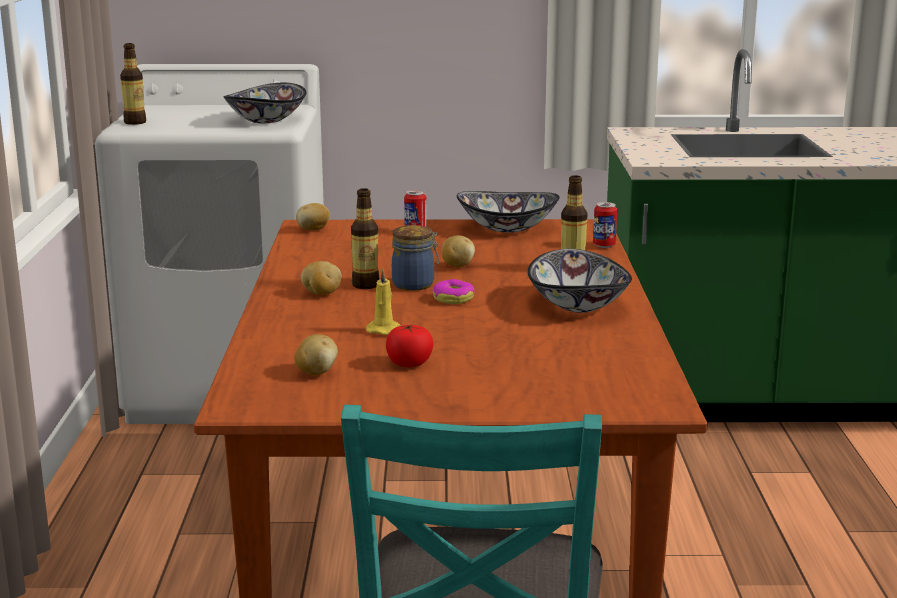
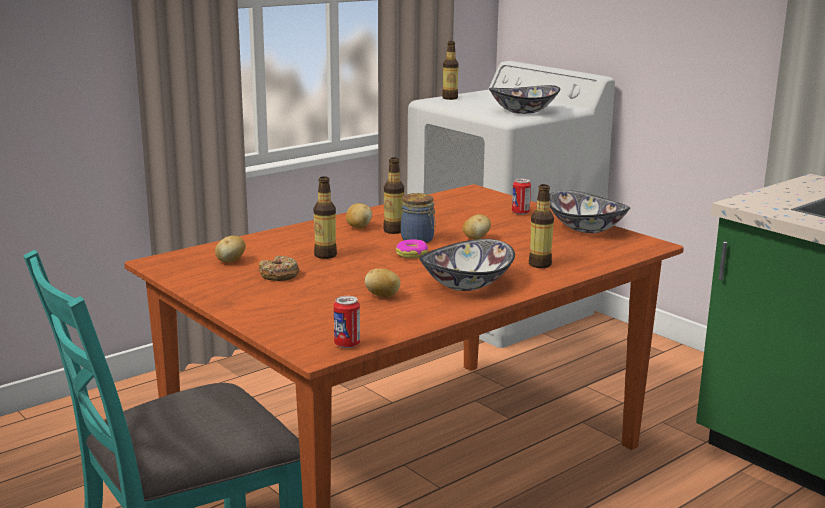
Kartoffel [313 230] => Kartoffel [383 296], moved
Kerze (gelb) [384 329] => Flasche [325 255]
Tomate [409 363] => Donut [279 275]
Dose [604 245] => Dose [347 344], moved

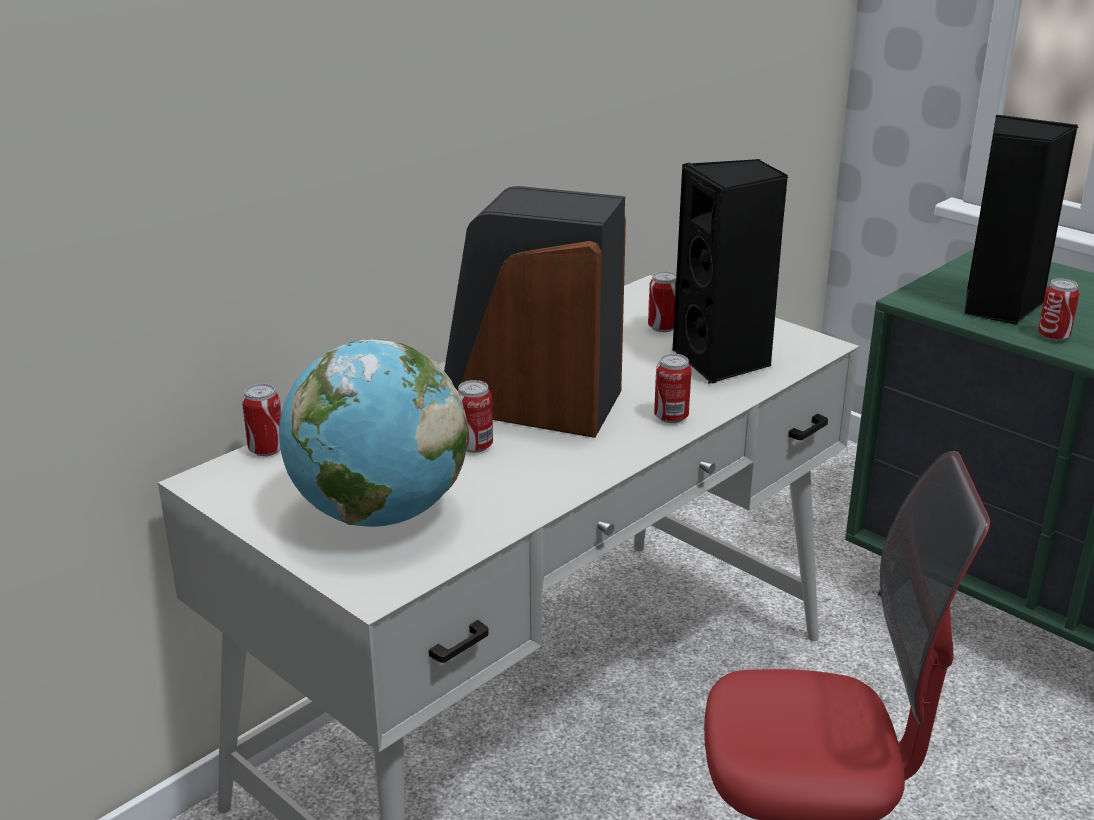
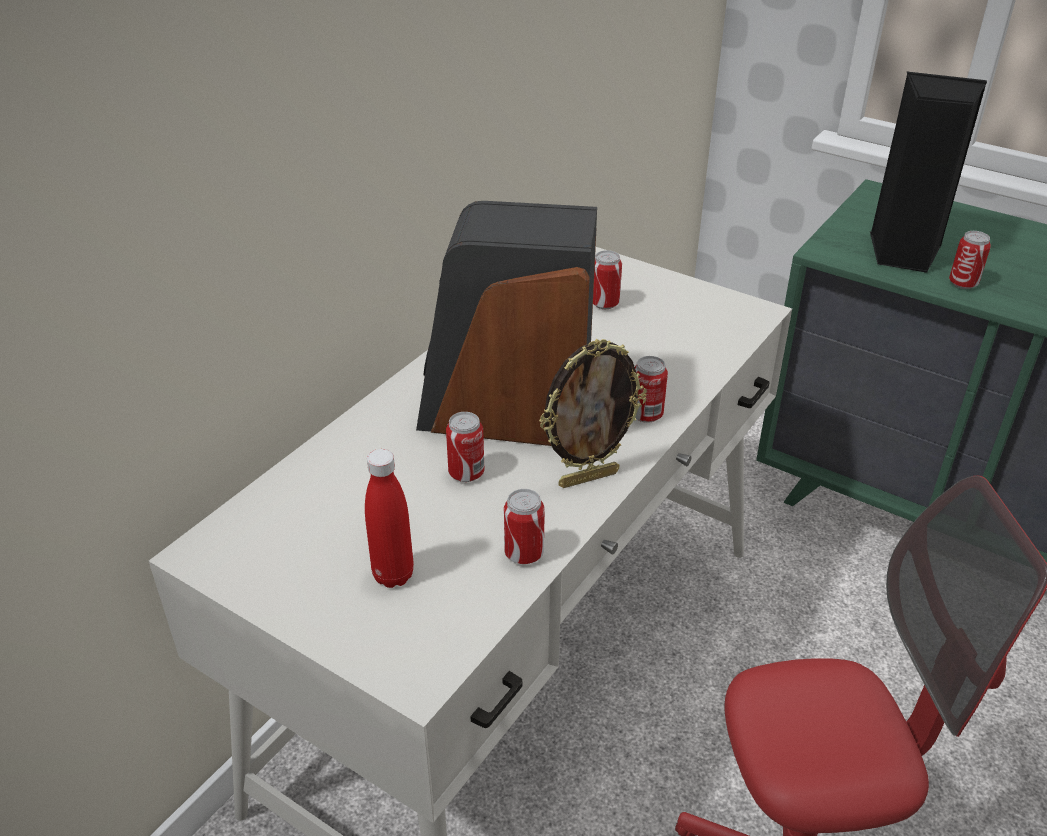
Dose [266 449] => Dose [524 553], moved
Globus [378 514] => Flasche (rot) [393 575]
Lautsprecher (schwarz) [723 361] => nothing
nothing => Bilderrahmen [588 478]

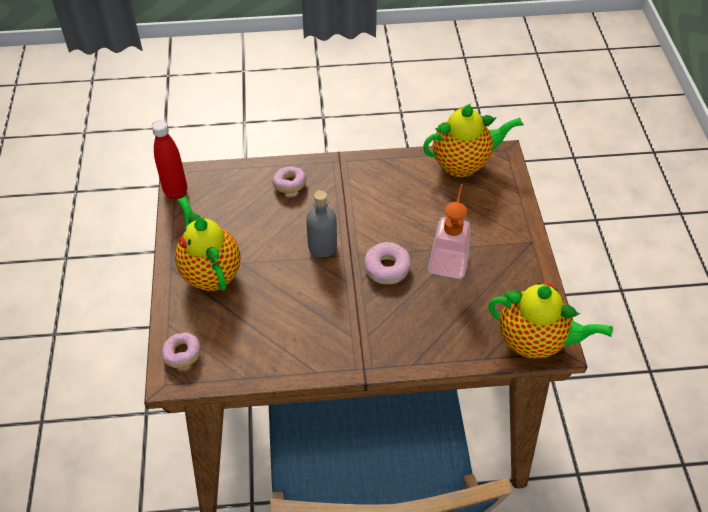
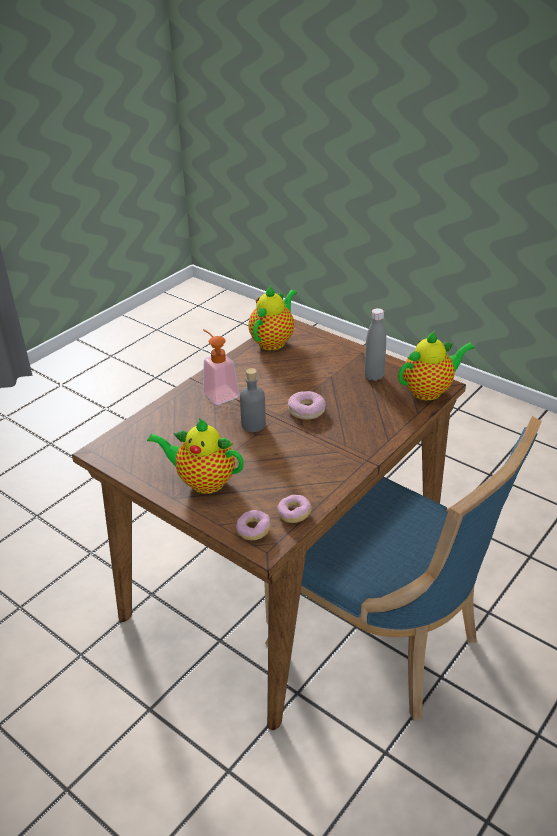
Flasche (rot) [176 192] => nothing
Donut [290 185] => Donut [294 514], moved
Seifenspender [449 257] => Seifenspender [218 392], moved
nothing => Flasche (grau) [374 376]

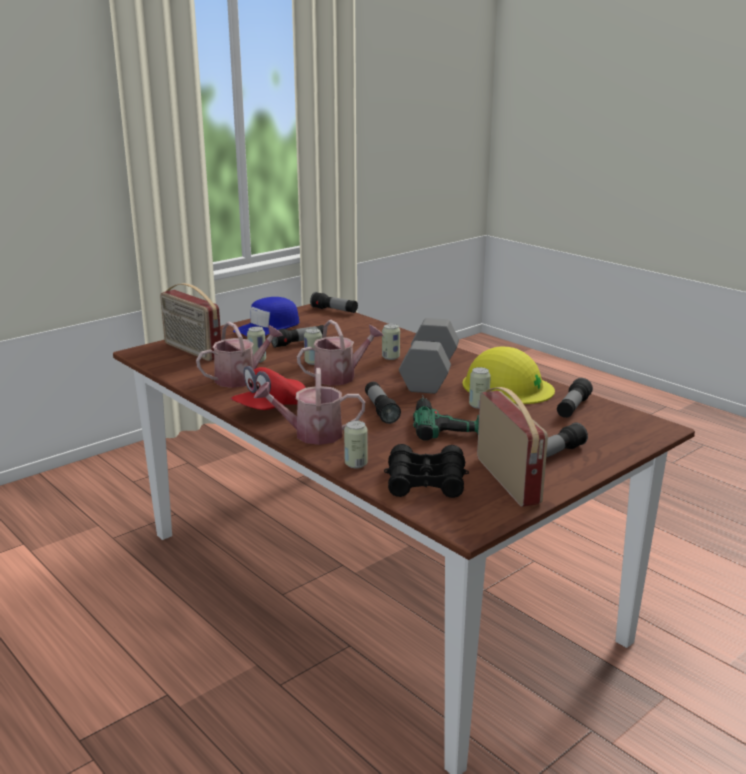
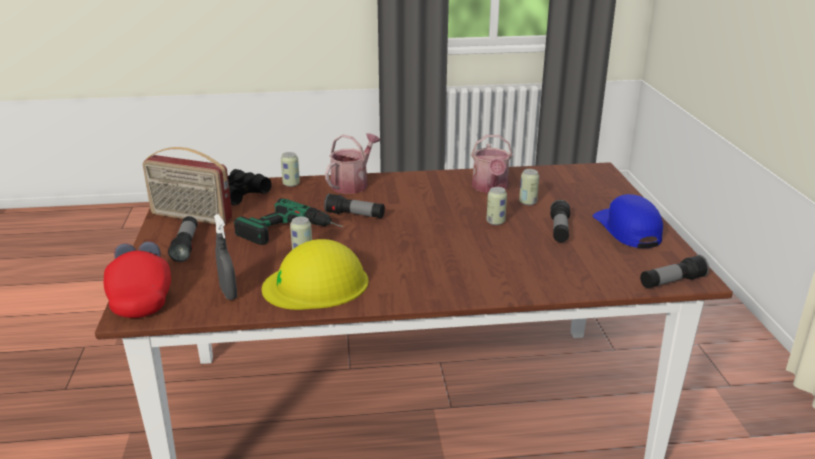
Radio [192 351] => nothing
Kappe (rot) [270 409] => Kappe (rot) [142 297], moved
Gießkanne [340 376] => nothing
Dose [390 357] => nothing
Hantel (grau) [431 375] => nothing
Taschenlampe [572 408] => Sprühflasche (grau) [228 293]

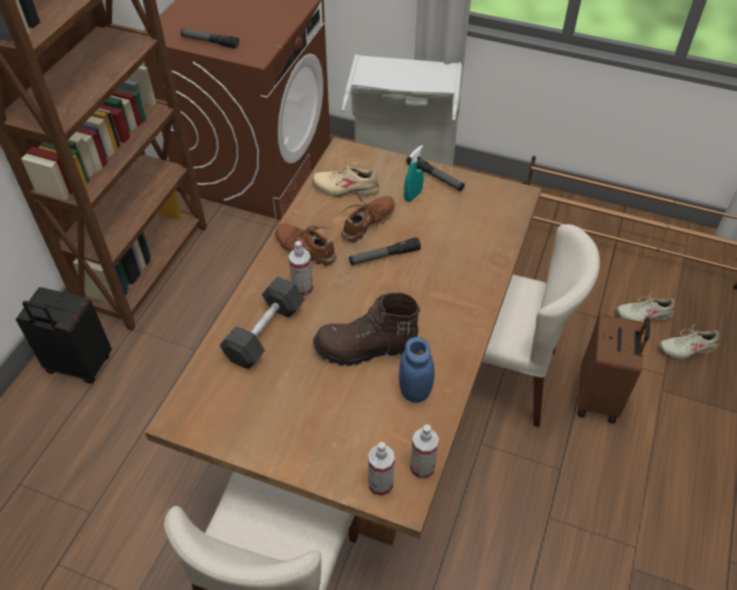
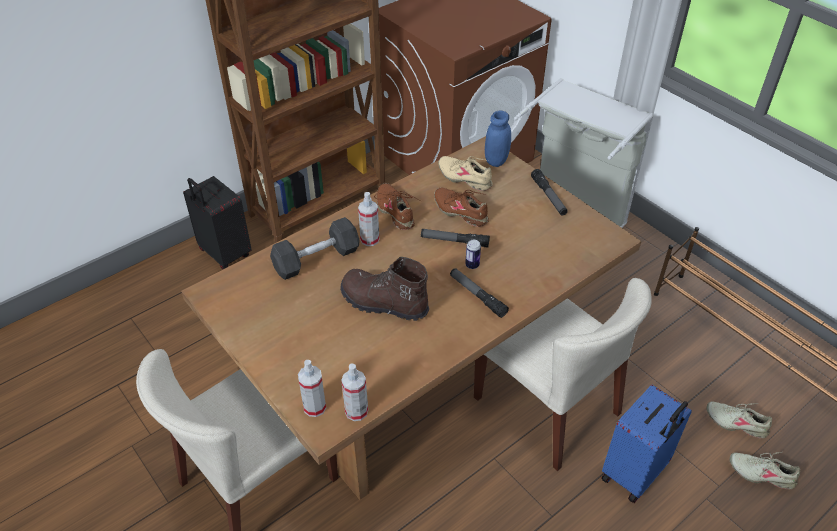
Taschenlampe [210 42] => Taschenlampe [477 296], moved
Schuh (braun) [368 224] => Schuh (braun) [461 212], 120 degrees counterclockwise
Vorratsglas (blau) [414 391] => Vorratsglas (blau) [496 160], moved
Sprühflasche (türkis) [413 196] => nothing
Koffer (braun) [599 397] => Koffer (blau) [635 474]
nothing => Dose [472 265]

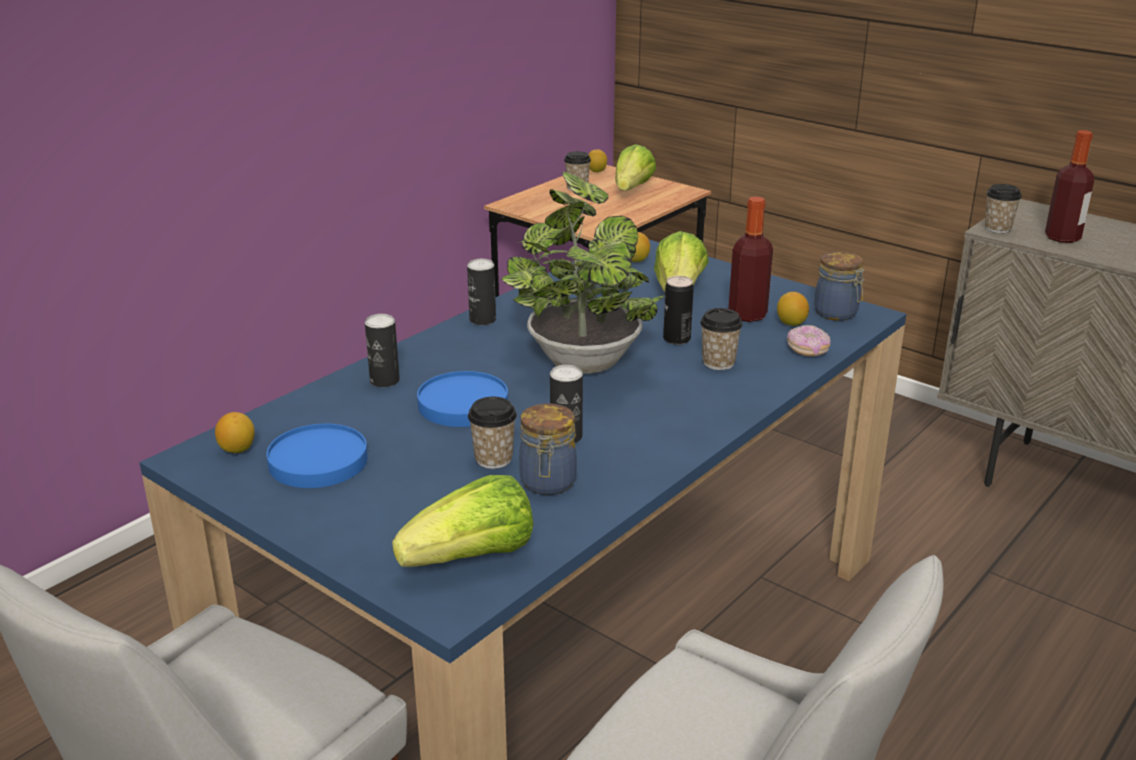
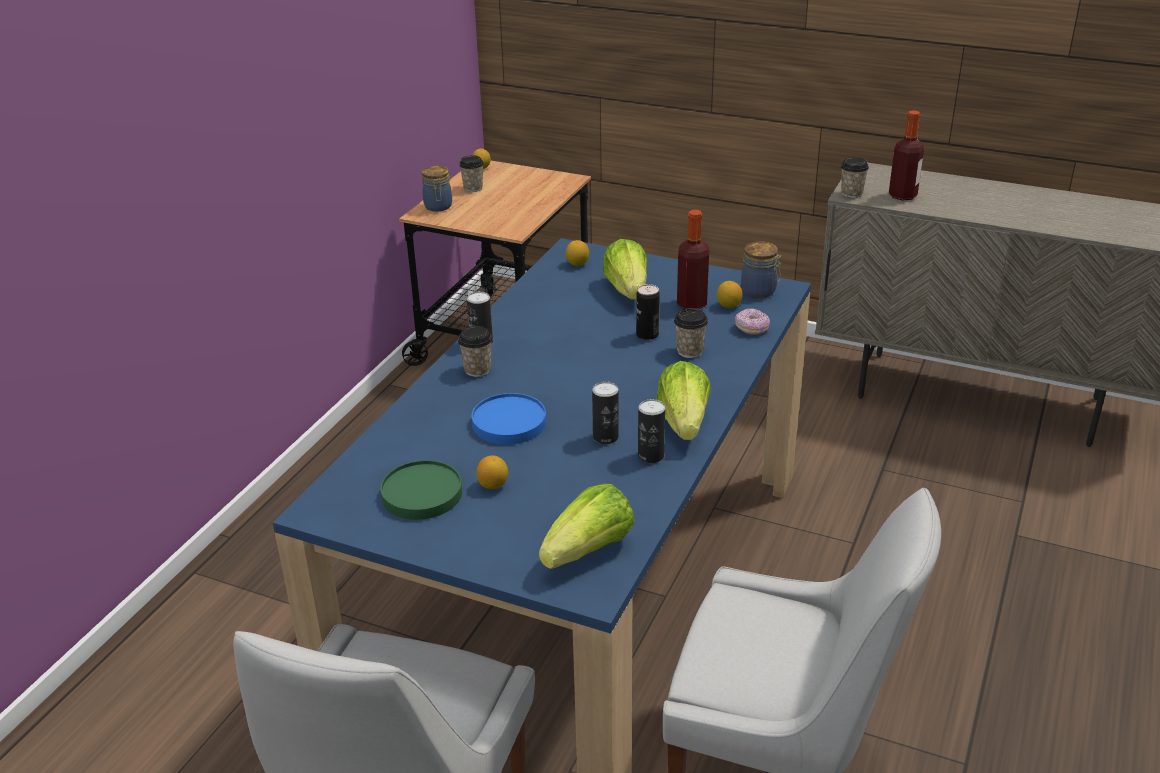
Zitrone [237 449] => Zitrone [493 485], moved
Teller (blau) [318 461] => Teller (grün) [421 493]
Dose [384 381] => Dose [651 456], moved
Tasse [493 459] => Tasse [477 370], moved
Topfpflanze [582 358] => nothing
Vorratsglas [547 483] => Vorratsglas [438 207], moved
Salatkopf [632 189] => Salatkopf [684 422], moved

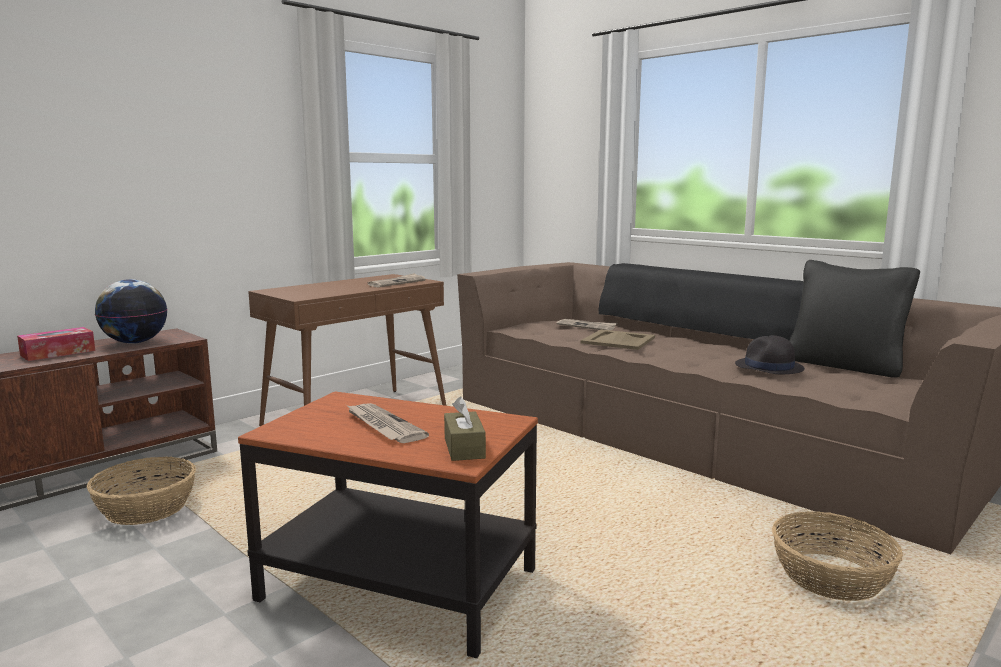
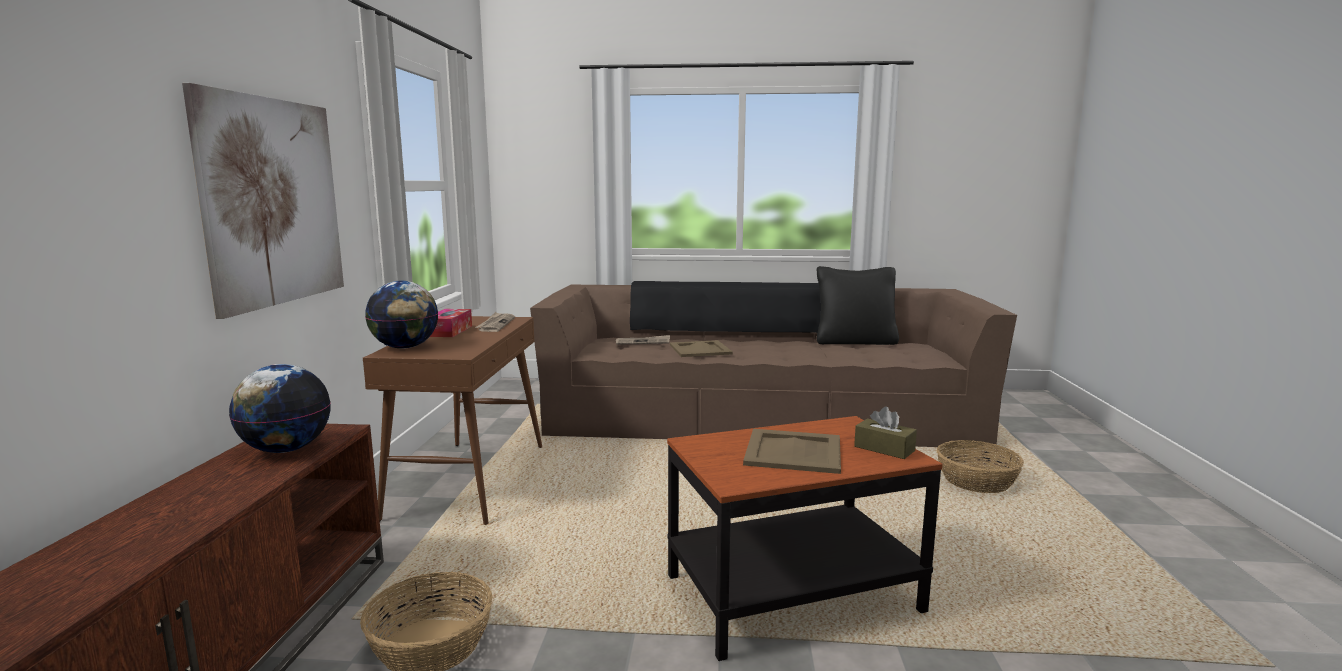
Taschentuchbox [58 353] => Taschentuchbox [449 331], moved
Zeitung [383 426] => Tablett (beige) [792 452]
Hut (schwarz) [769 367] => nothing
nothing => Bild [273 202]
nothing => Globus [405 347]

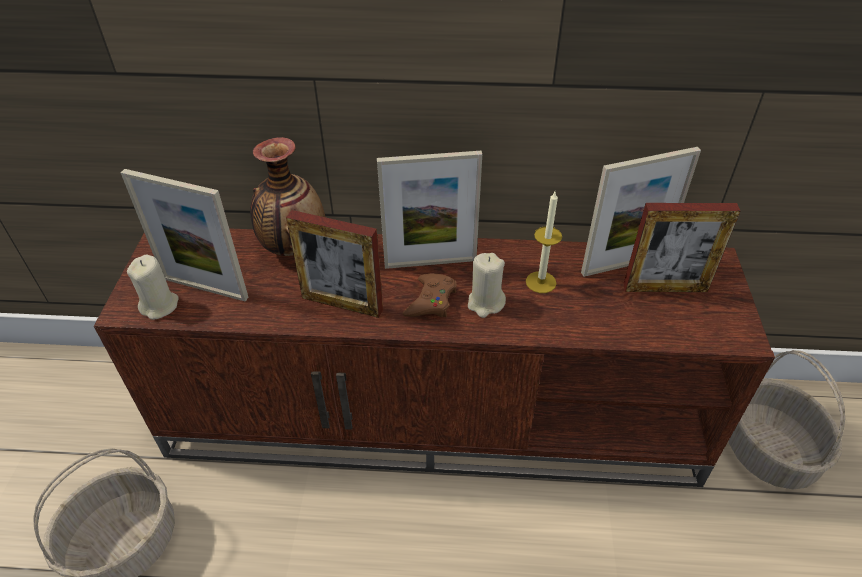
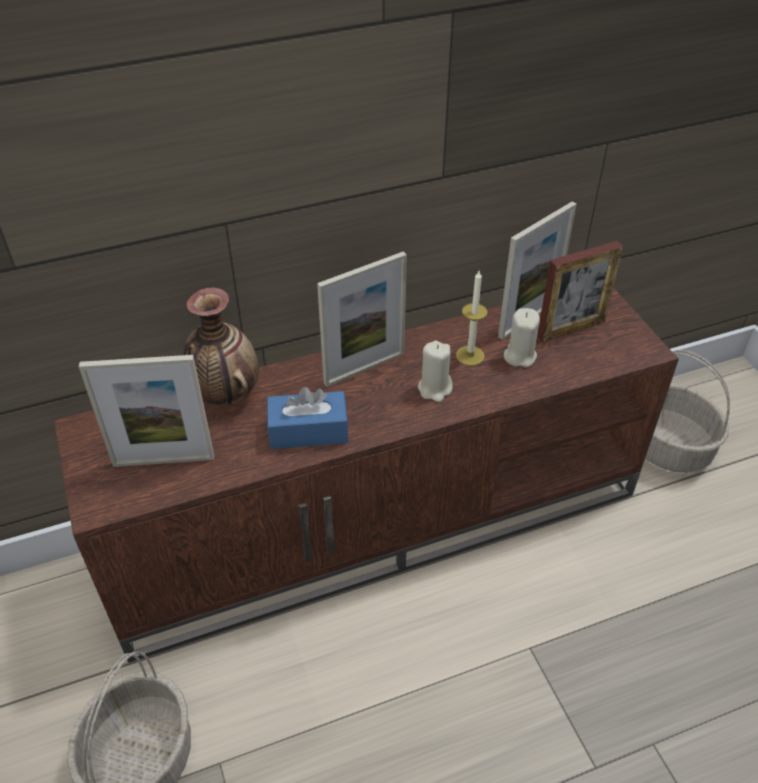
Kerze (beige) [160 305] => Kerze (beige) [519 356], moved
Bilderrahmen [342 304] => Taschentuchbox (blau) [308 431]
Gamepad (braun) [431 301] => nothing

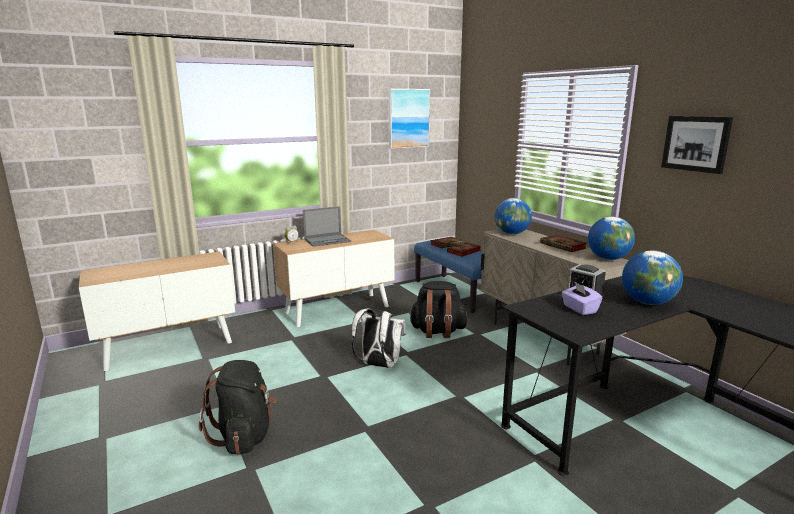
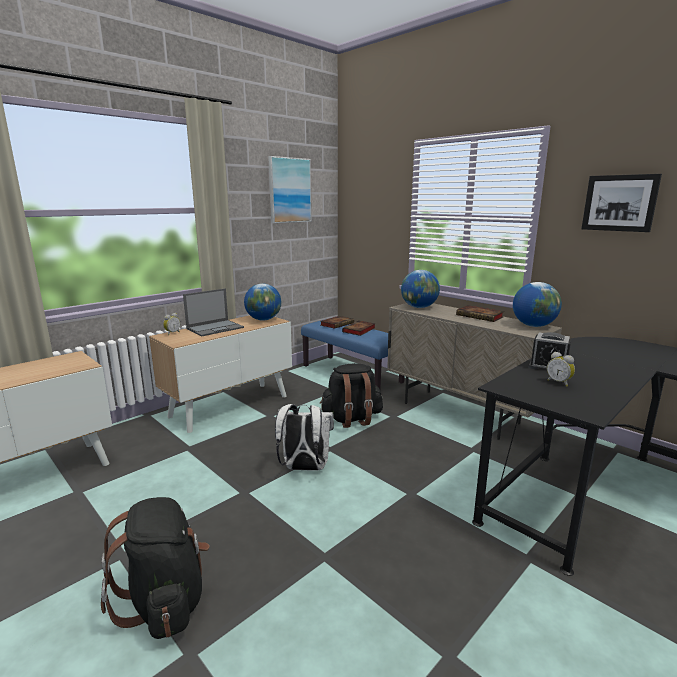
Taschentuchbox (lila) [579 309] => Wecker [559 382]
Globus [647 302] => Globus [263 319], moved

